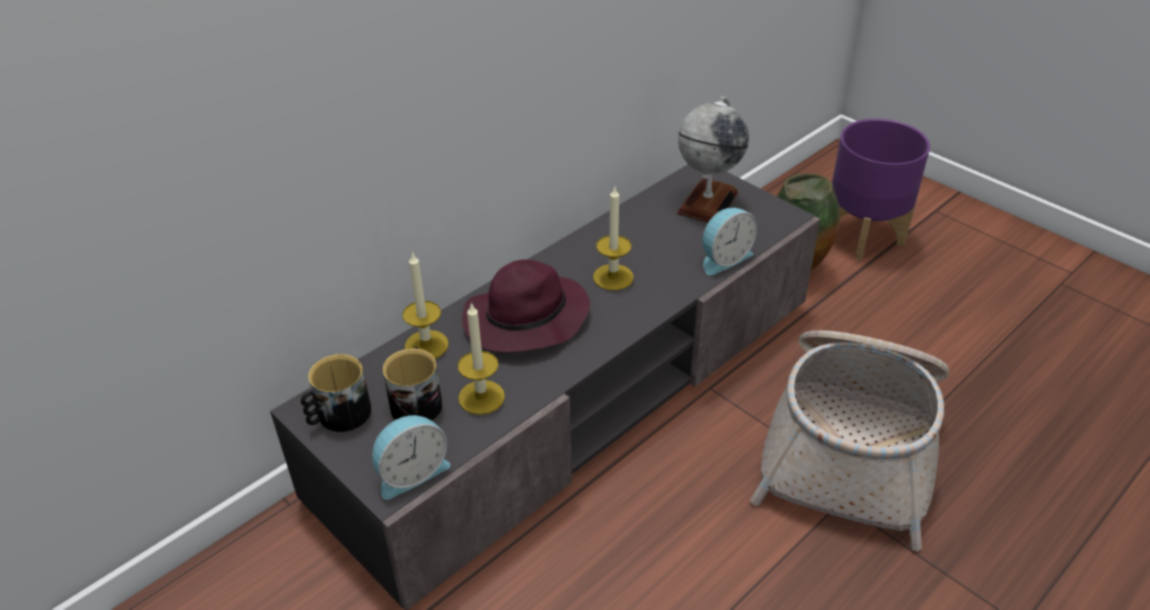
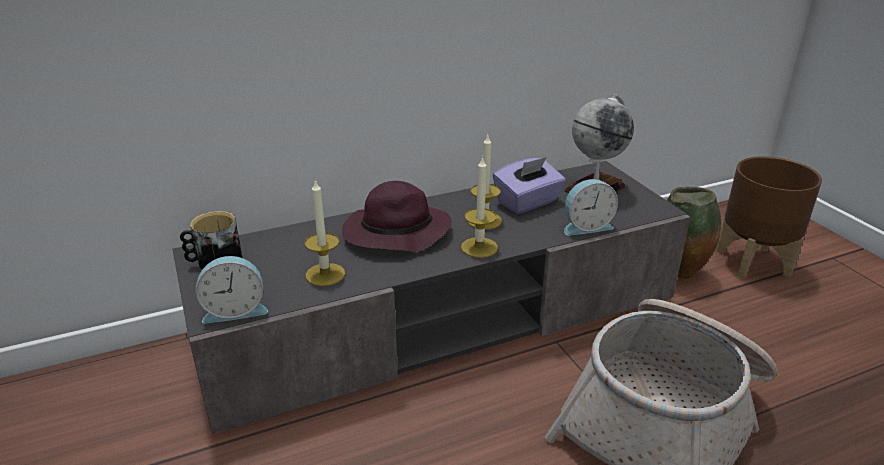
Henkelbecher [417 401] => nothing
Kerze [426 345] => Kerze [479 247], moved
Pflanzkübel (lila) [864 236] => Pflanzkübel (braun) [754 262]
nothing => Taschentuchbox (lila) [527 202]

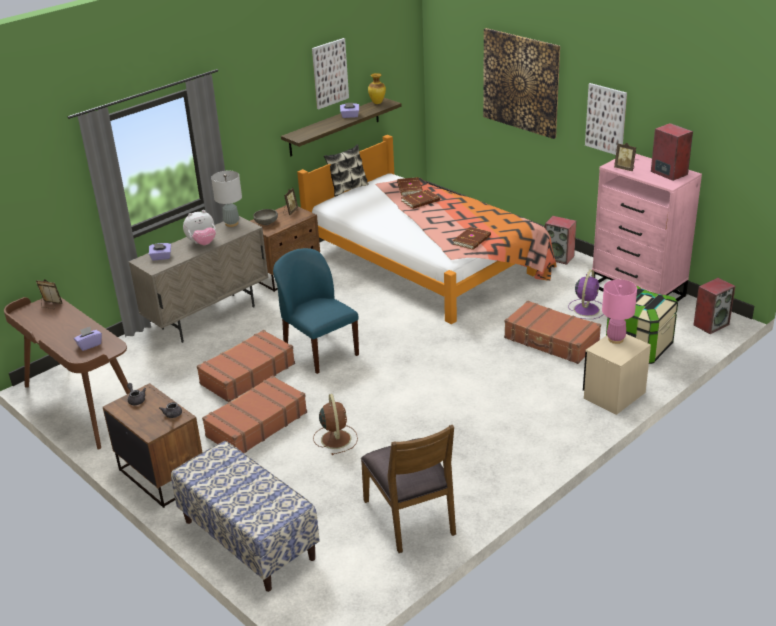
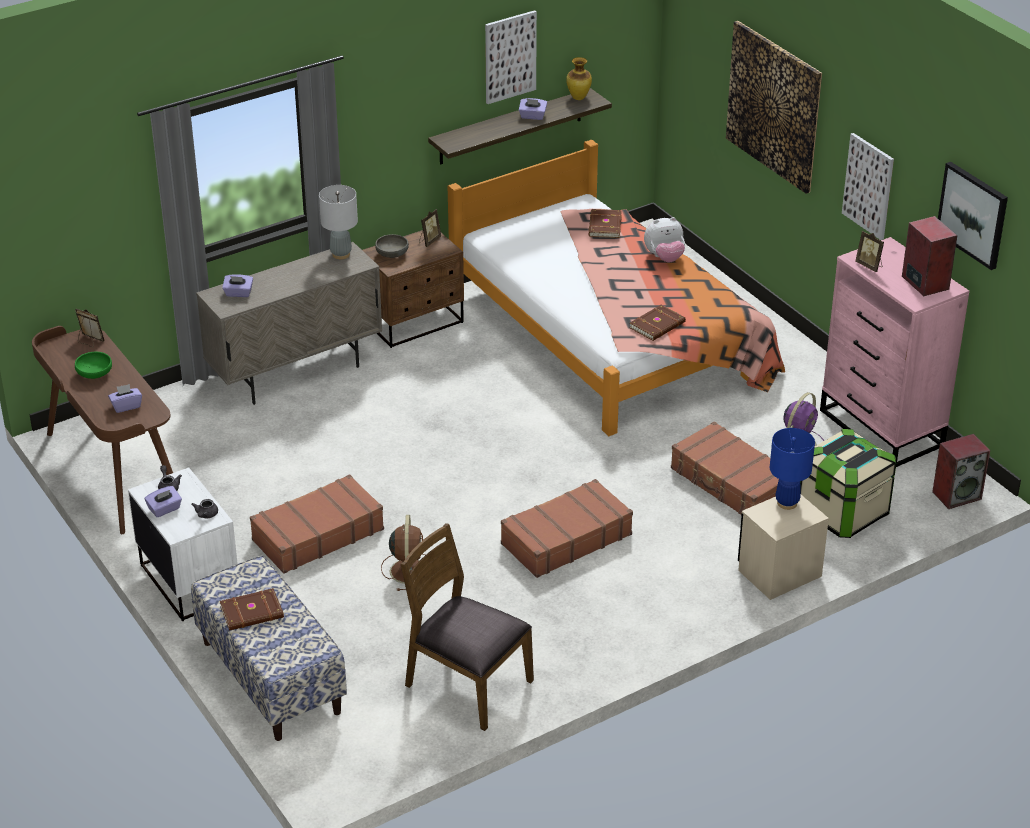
Nachttisch (braun) [163 475] => Nachttisch (weiß) [190 581]
Plüschtier [202 243] => Plüschtier [664 258], moved
Koffer (braun) [247 374] => Koffer (braun) [565 539], moved
Stuhl (blau) [319 350] => nothing
Kissen [347 188] => nothing
Stuhl (braun) [411 517] => Stuhl (braun) [467 684], 135 degrees clockwise
Buch (braun) [421 201] => Buch (braun) [252 613], moved
Lautsprecher [559 257] => nothing
Tischlampe (rosa) [615 339] => Tischlampe (blau) [786 503]
nothing => Schüssel (grün) [94 374]
nothing => Taschentuchbox (lila) [164 509]
nothing => Bild [973 214]

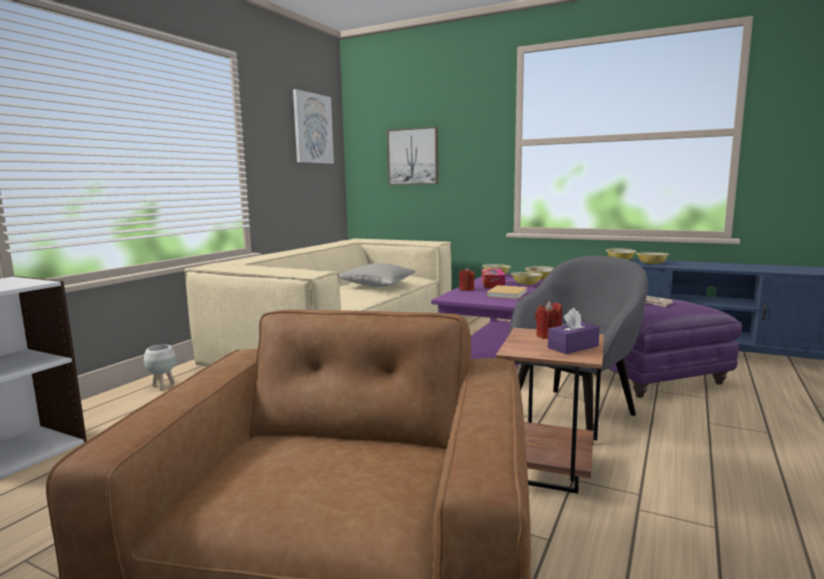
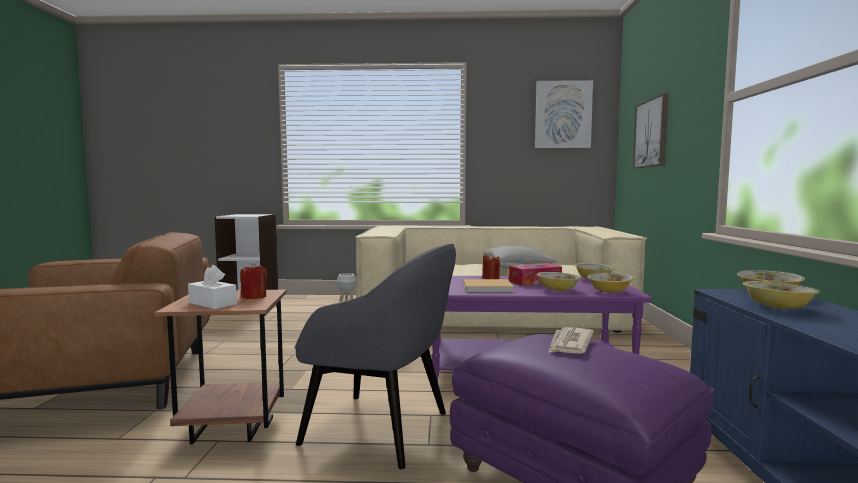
Taschentuchbox (lila) [573 347] => Taschentuchbox (weiß) [212 303]

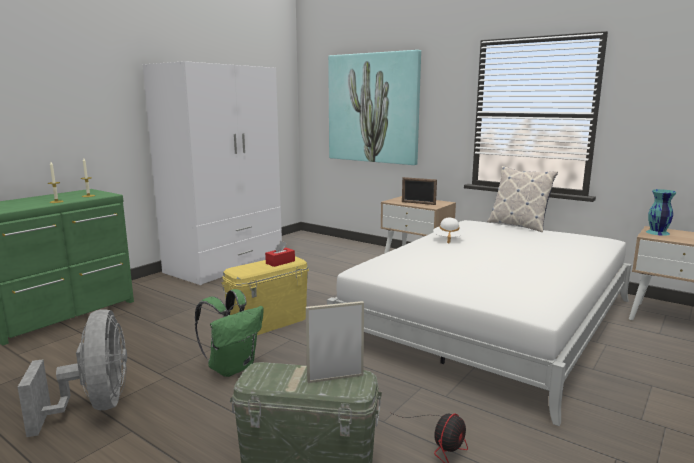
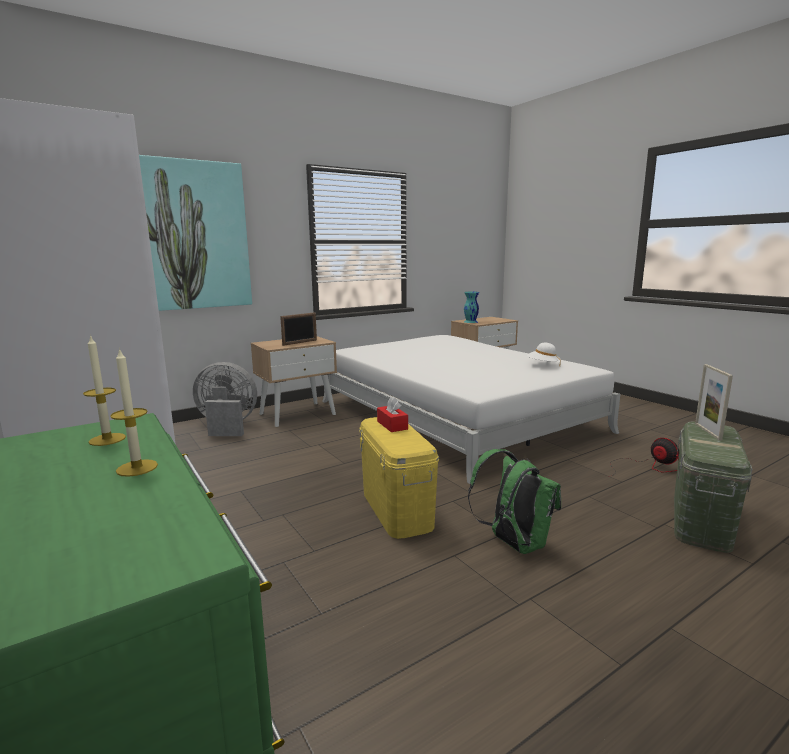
Ventilator (grau) [95 406] => Ventilator (grau) [227 426], moved
Hut (weiß) [448 239] => Hut (weiß) [543 365], moved
Kissen [518 225] => nothing

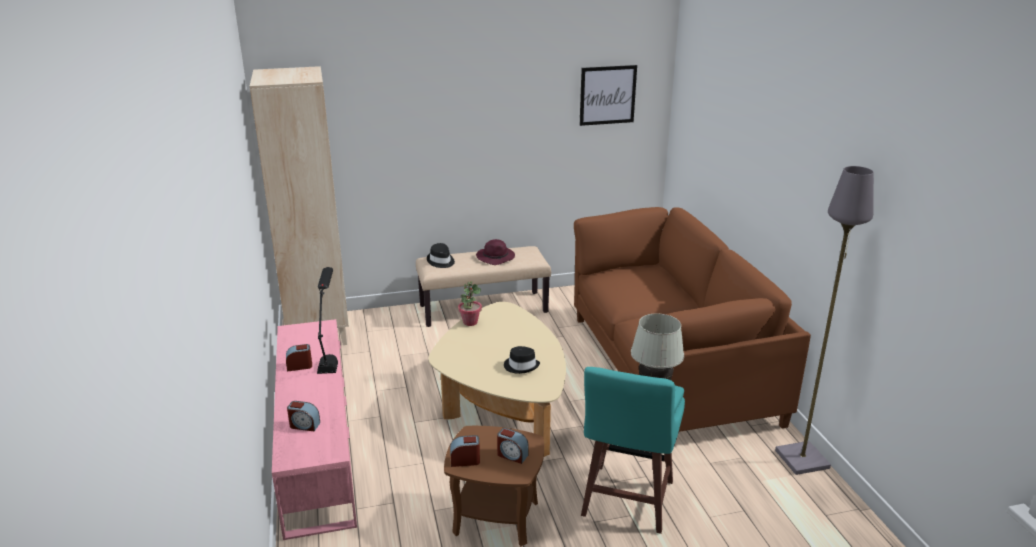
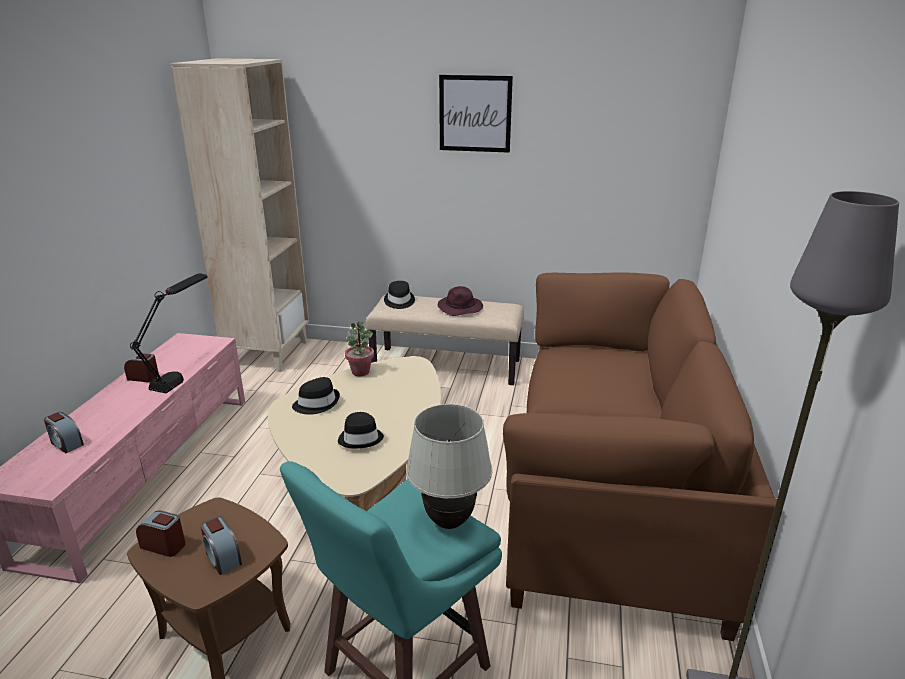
Bild [607 95] => Bild [475 114], moved
nothing => Hut (schwarz) [317 403]

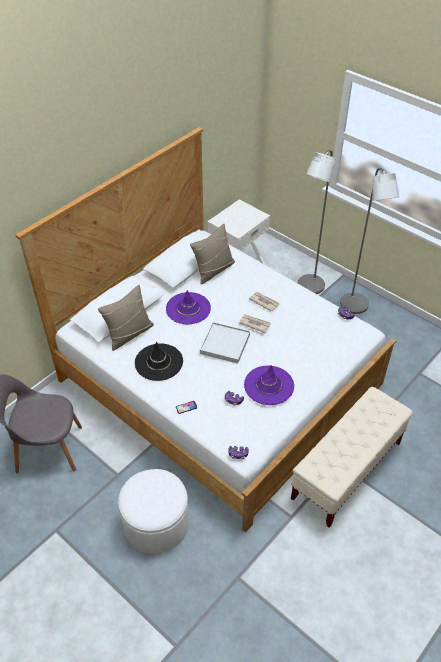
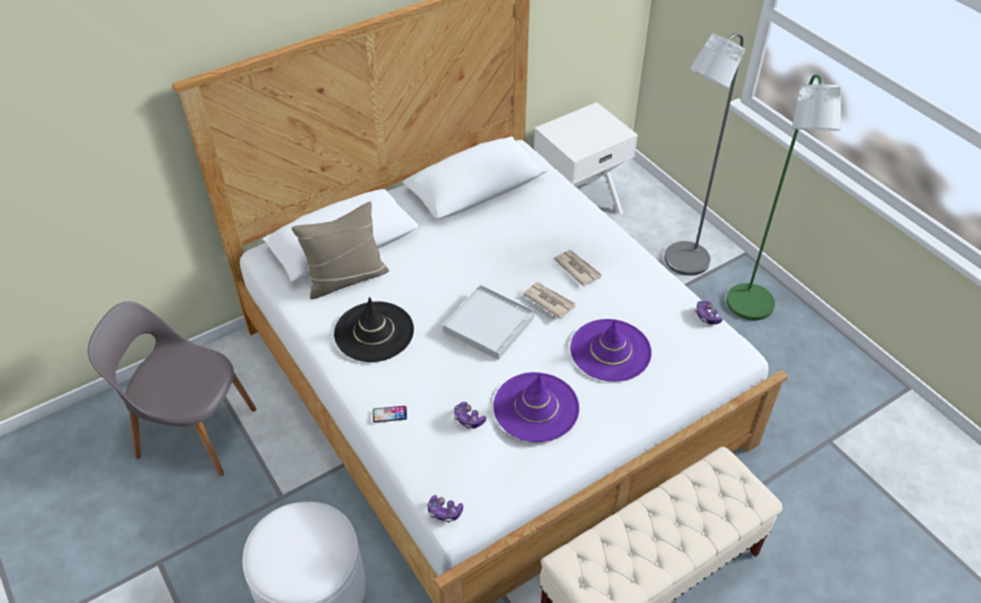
Hut (lila) [188 308] => Hut (lila) [610 350], moved
Kissen (beige) [213 270] => nothing
Stehlampe (grau) [356 308] => Stehlampe (grün) [751 310]

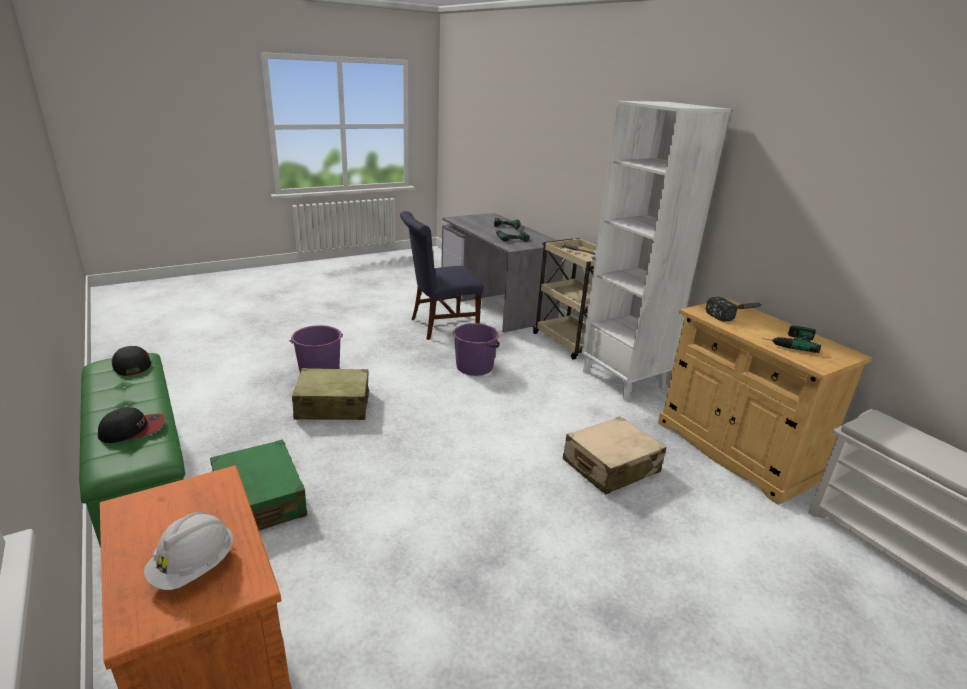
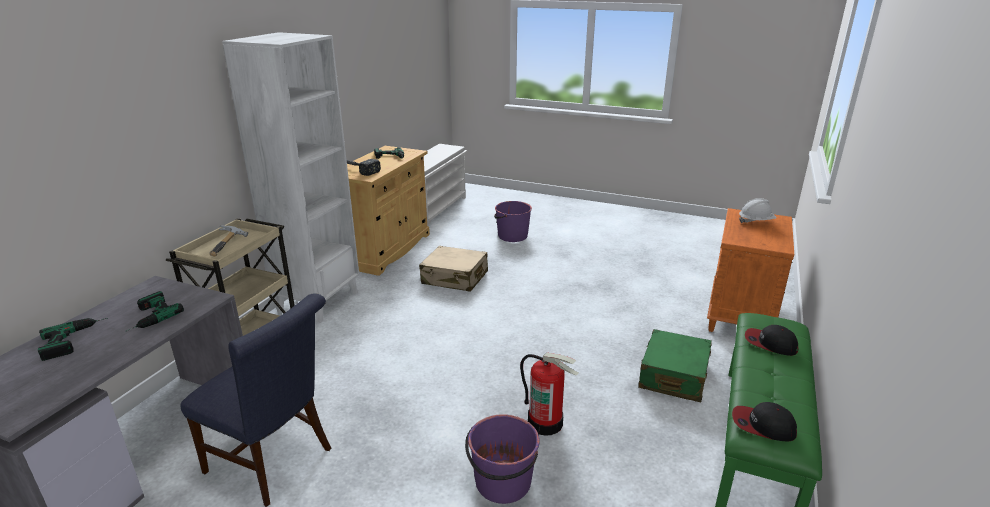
Kappe [131 364] => Kappe [762 426], 90 degrees clockwise
Koffer (beige) [332 406] => Feuerlöscher [545 422]
Eimer (lila) [475 367] => Eimer (lila) [512 236], moved

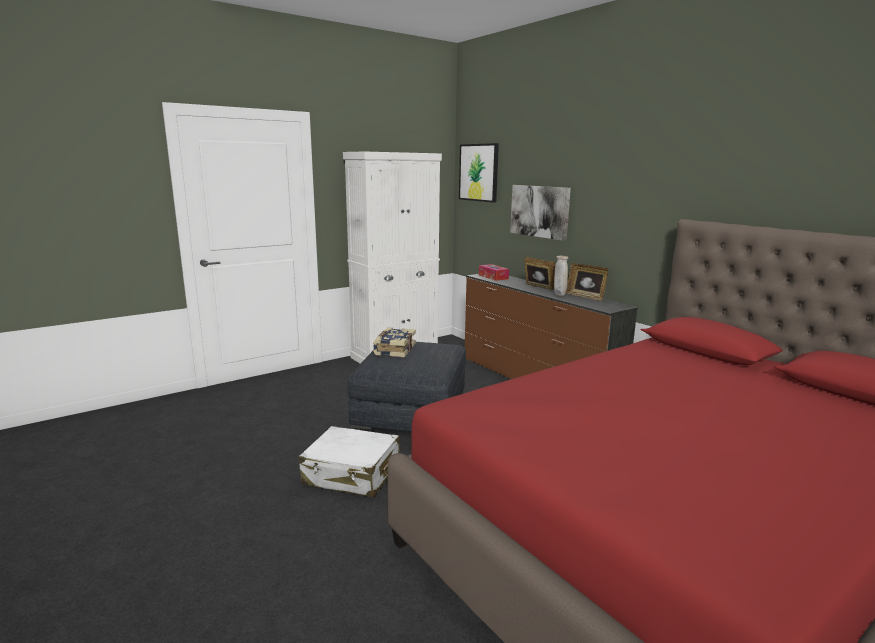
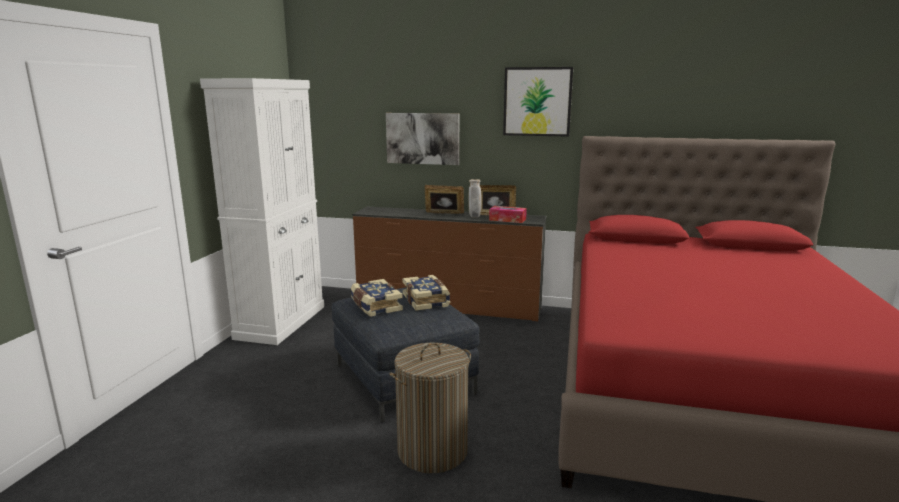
Koffer (weiß) [352 474] => Wäschekorb [432 451]
Bild [479 172] => Bild [537 101], moved
Taschentuchbox [493 277] => Taschentuchbox [507 219], moved
nothing => Buch [427 301]

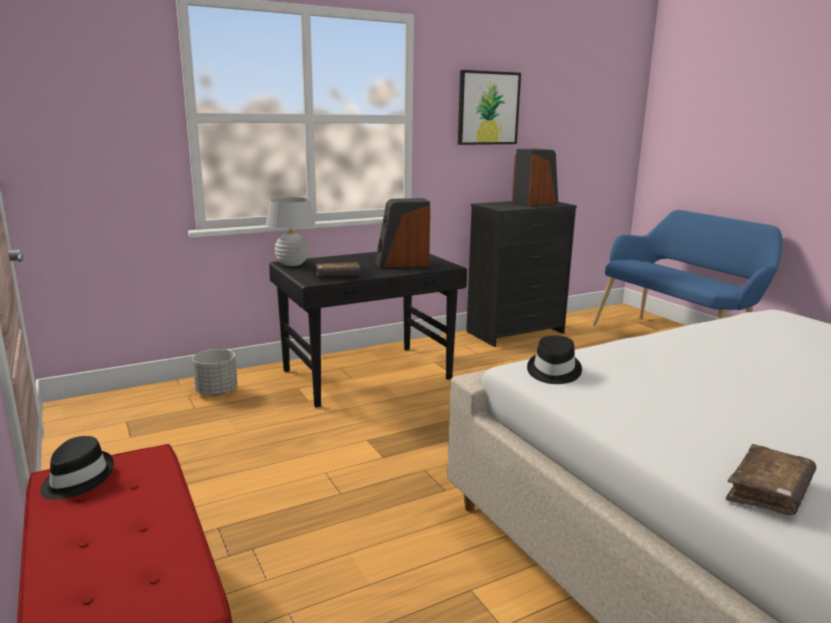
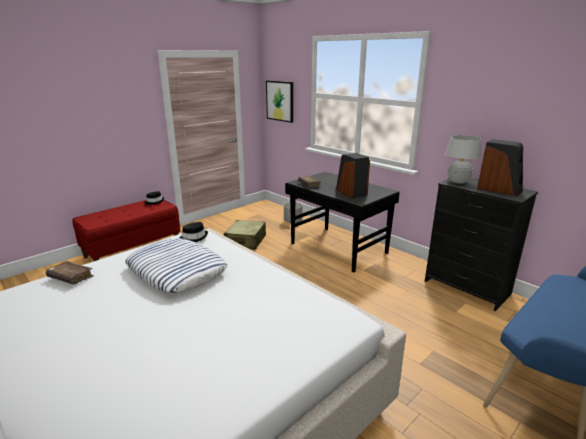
Tischlampe (weiß) [292 264] => Tischlampe (weiß) [458 182], moved
Bild [488 108] => Bild [280 101], moved
nothing => Kissen [176 271]
nothing => Koffer (beige) [245 241]

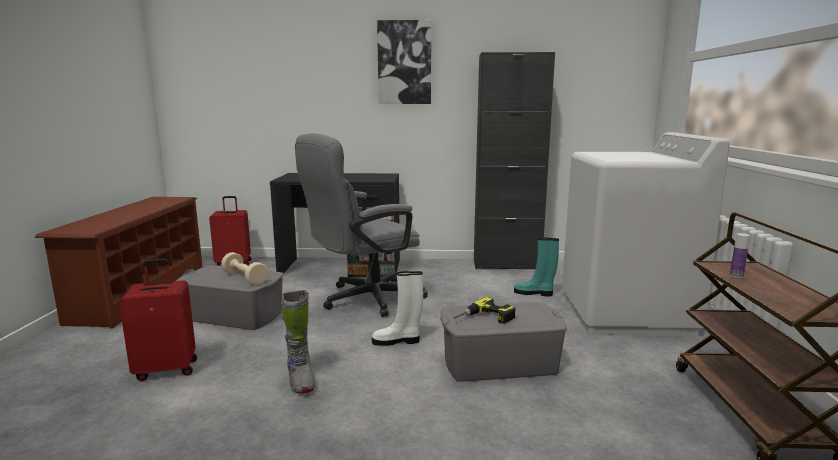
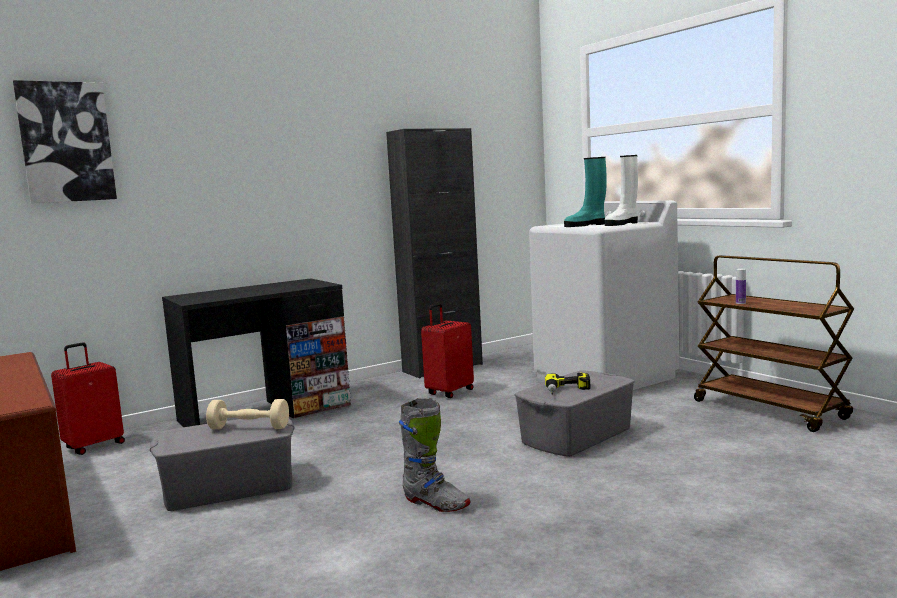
Koffer (rot) [167 369] => Koffer (rot) [449 392], moved
Bürostuhl (grau) [364 300] => nothing
Stiefel (weiß) [397 341] => Stiefel (weiß) [622 224], moved
Bild [404 63] => Bild [66 142], moved
Stiefel (türkis) [534 293] => Stiefel (türkis) [586 225], moved

